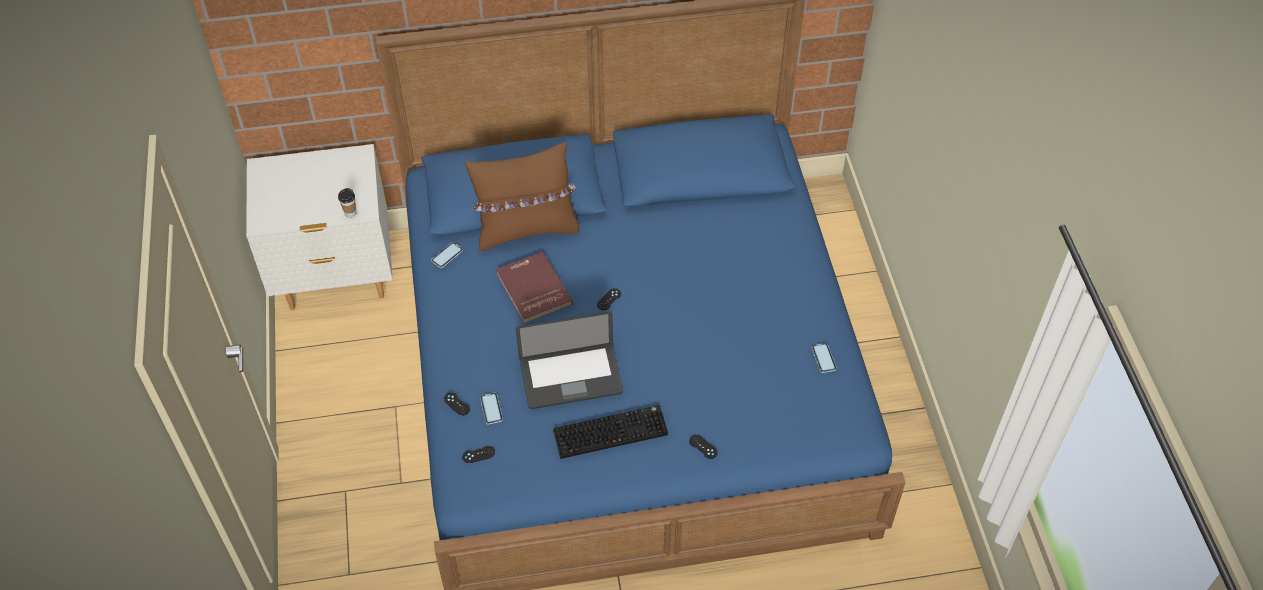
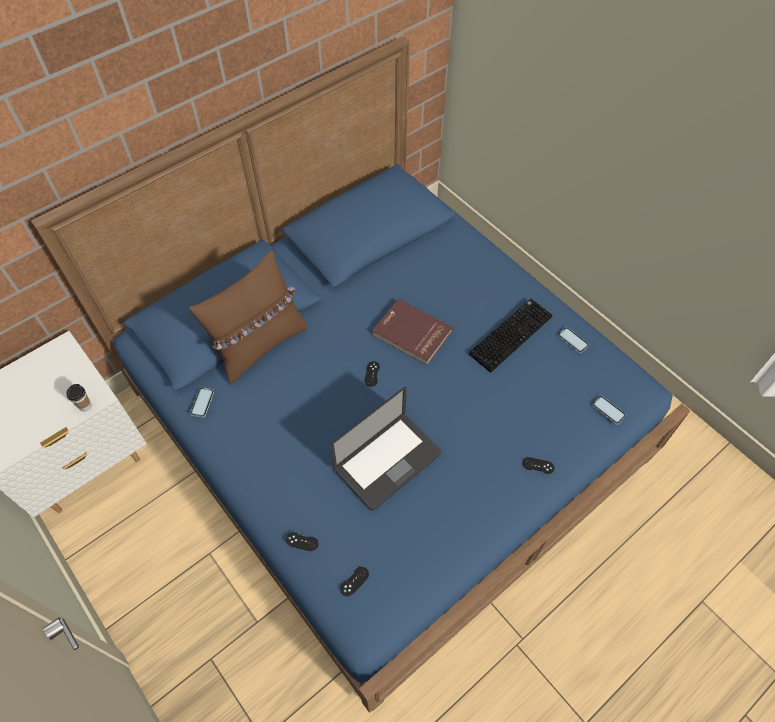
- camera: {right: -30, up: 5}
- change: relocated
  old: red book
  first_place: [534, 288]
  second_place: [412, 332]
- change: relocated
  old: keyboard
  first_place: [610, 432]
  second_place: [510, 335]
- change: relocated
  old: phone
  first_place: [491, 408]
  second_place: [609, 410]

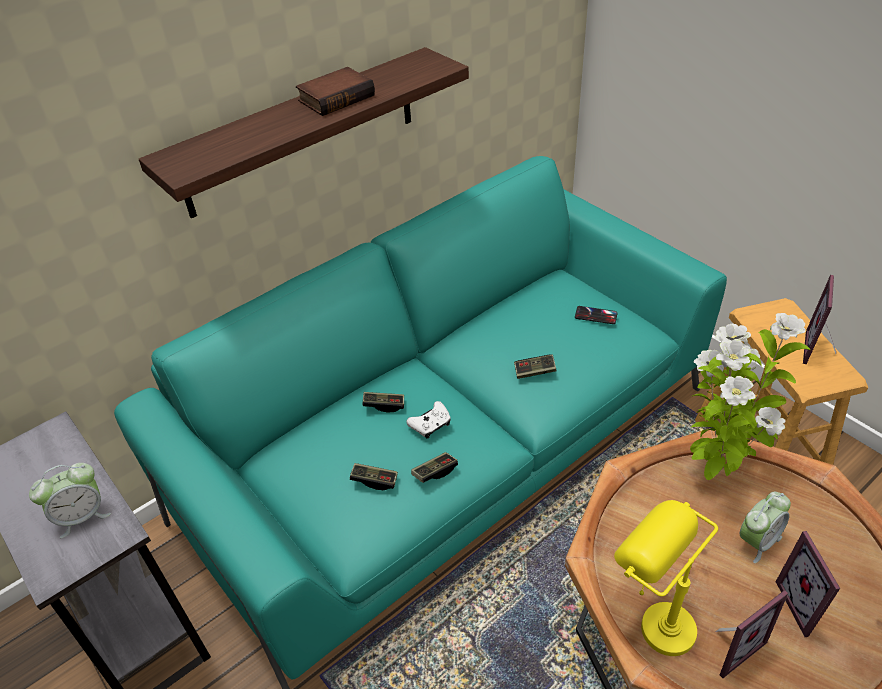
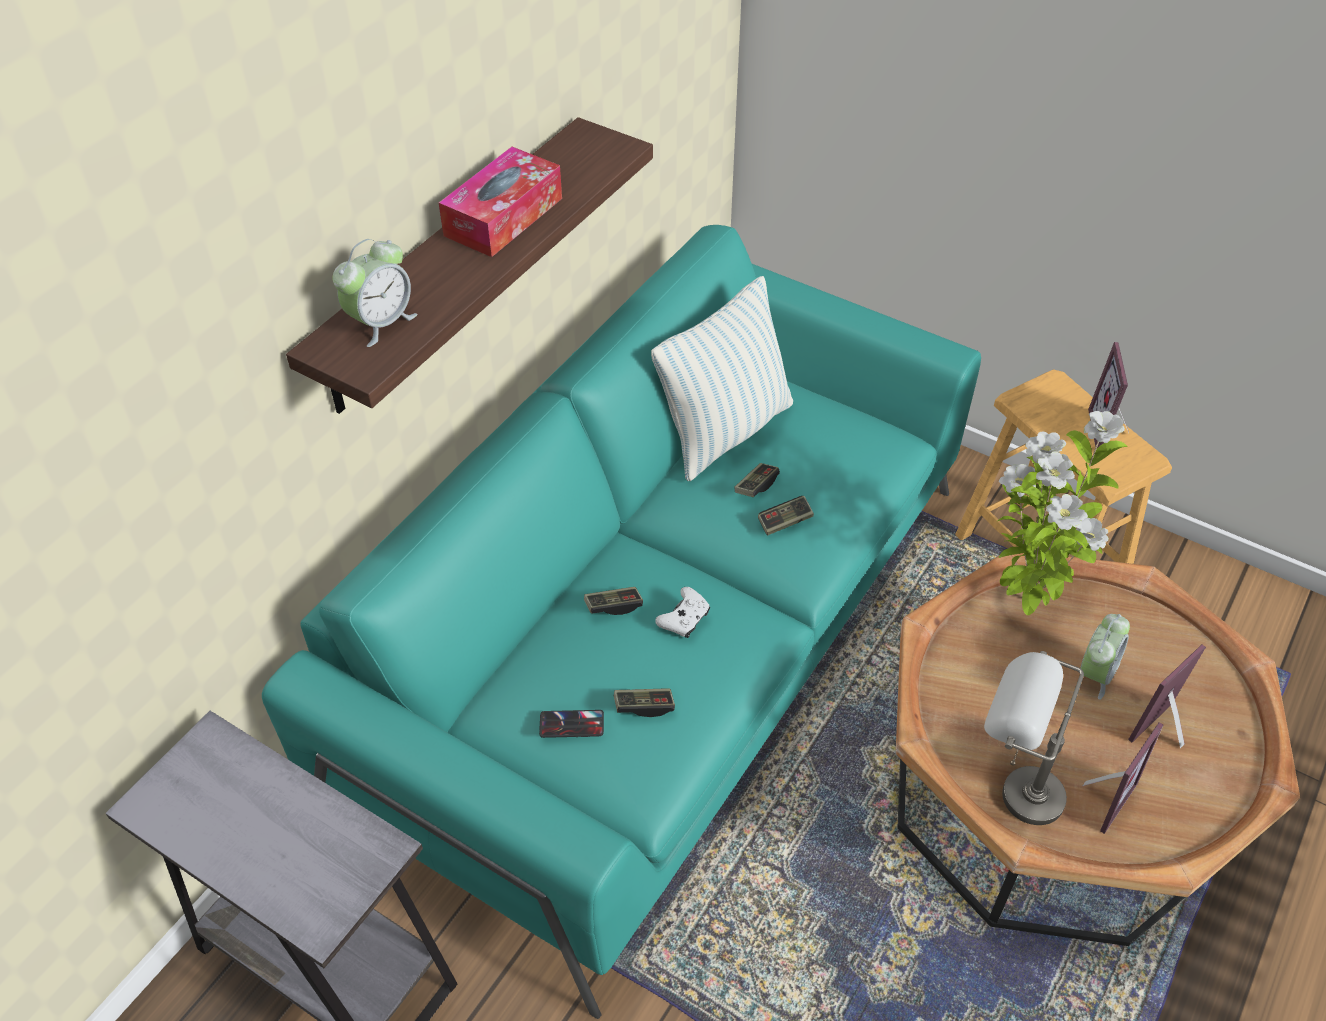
- camera: {right: -20, up: 5}
- change: relocated
  old: alarm clock
  first_place: [70, 500]
  second_place: [375, 293]
- change: exchanged
  old: book
  new: tissue box
  first_place: [335, 91]
  second_place: [500, 202]
- change: relocated
  old: phone
  first_place: [596, 315]
  second_place: [571, 724]
- change: appeared
  new: pillow
  second_place: [722, 378]
- change: relocated
  old: game controller
  first_place: [434, 467]
  second_place: [757, 480]
- change: colour
  old: yellow table lamp
  new: grey table lamp
  first_place: [666, 578]
  second_place: [1034, 738]
- change: spun
  old: picture frame
  first_place: [808, 584]
  second_place: [1167, 696]
  degrees: 75

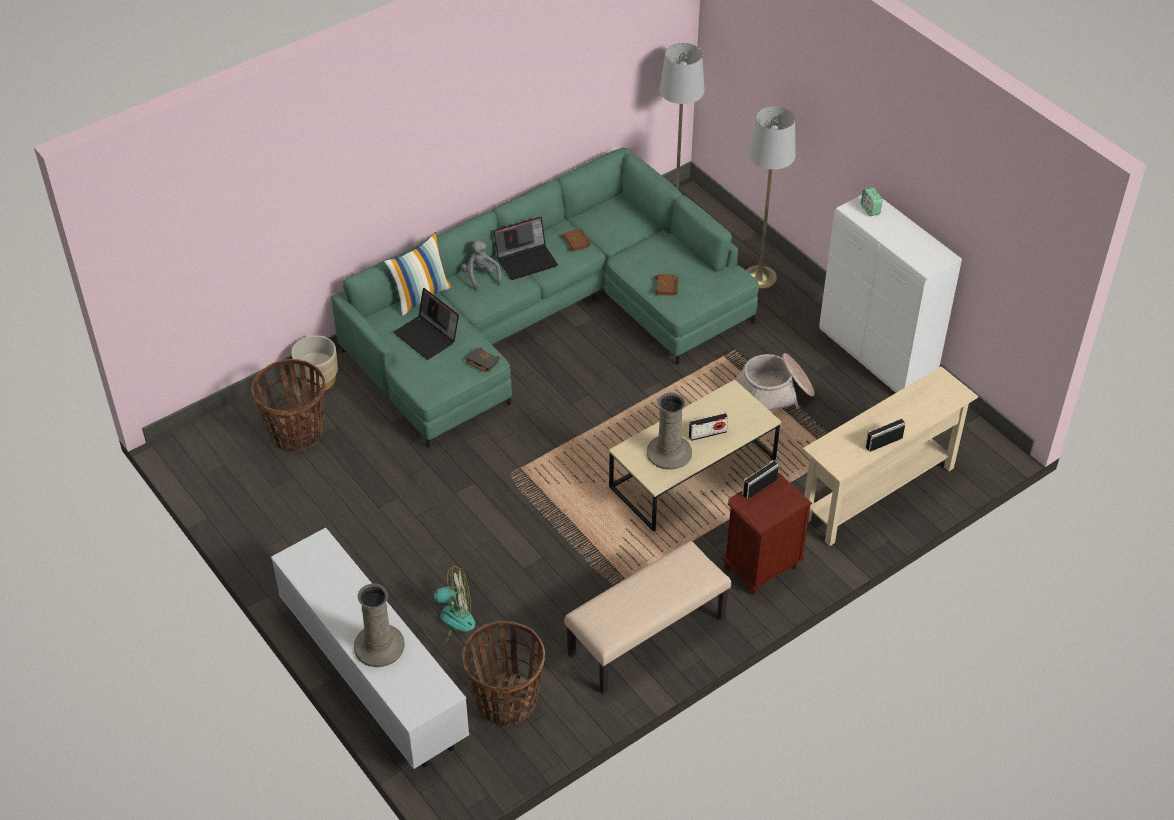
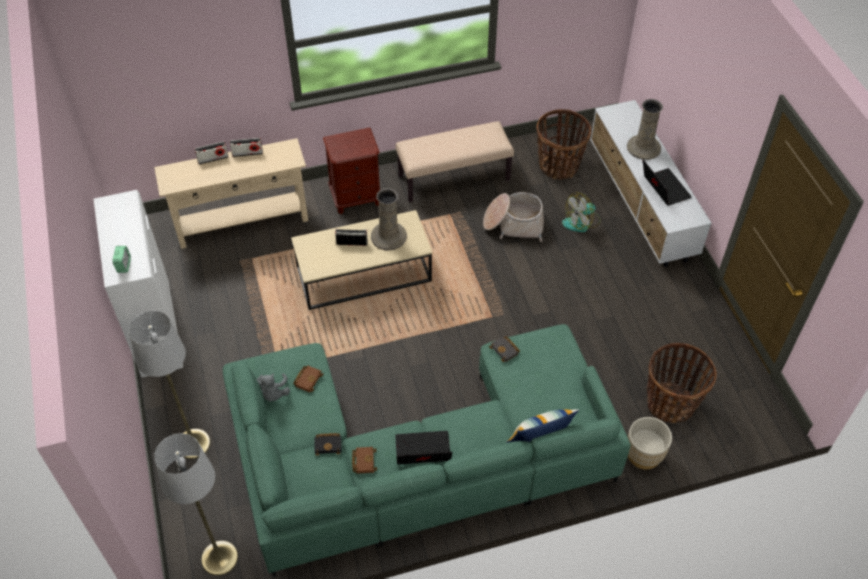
- camera: {right: -160, up: 5}
- change: relocated
  old: radio
  first_place: [760, 479]
  second_place: [211, 153]
- change: relocated
  old: grey plush toy
  first_place: [481, 265]
  second_place: [273, 387]
- change: appeared
  new: black book
  second_place: [328, 444]
- change: relocated
  old: basket
  first_place: [775, 382]
  second_place: [513, 217]
- change: spun
  old: fan
  first_place: [448, 605]
  second_place: [581, 212]
  degrees: -45
- change: relocated
  old: laptop
  first_place: [426, 324]
  second_place: [667, 182]

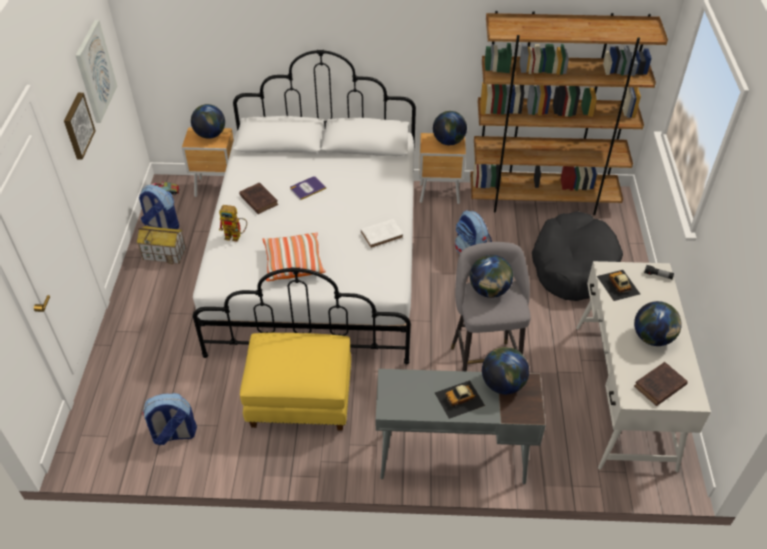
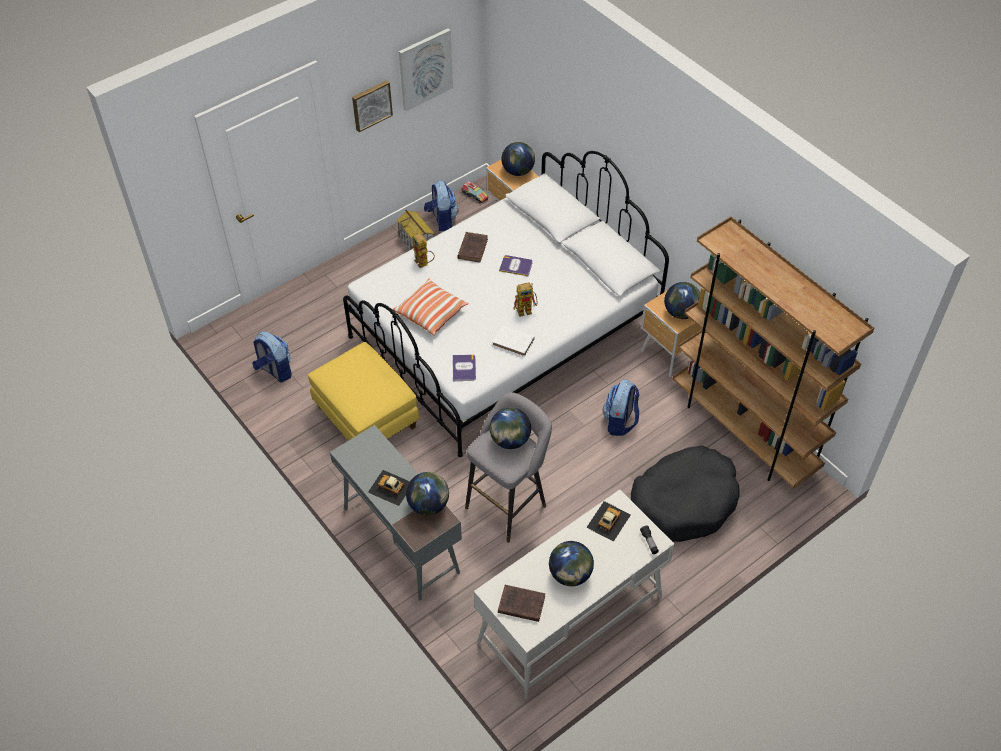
- camera: {right: 50, up: 5}
- change: appeared
  new: book
  second_place: [464, 367]
- change: appeared
  new: toy robot
  second_place: [525, 299]

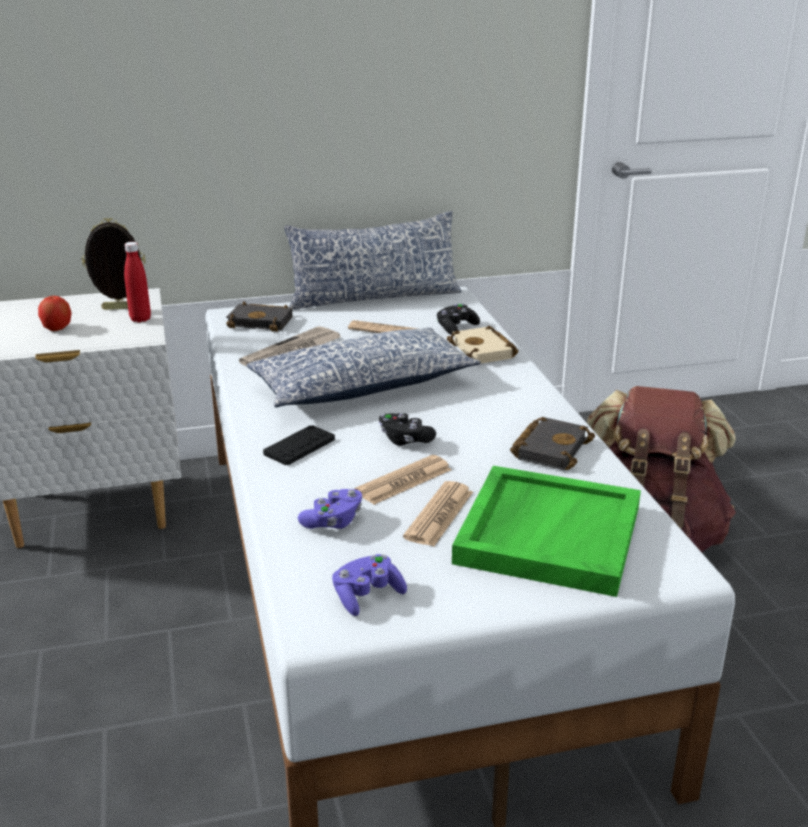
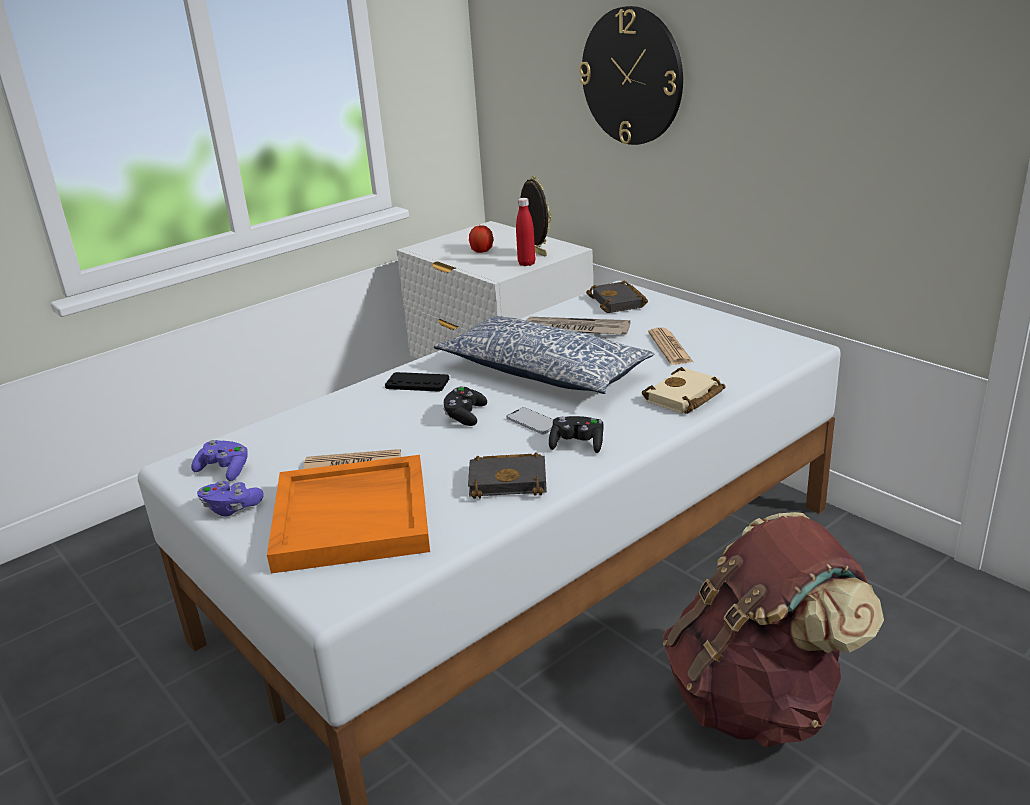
- camera: {right: 65, up: 0}
- change: relocated
  old: purple game controller
  first_place: [330, 509]
  second_place: [230, 498]
- change: colour
  old: green tray
  new: orange tray
  first_place: [546, 531]
  second_place: [348, 514]
- change: appeared
  new: phone
  second_place: [530, 421]
- change: relocated
  old: black game controller
  first_place: [458, 319]
  second_place: [576, 434]
- change: appeared
  new: wall clock
  second_place: [631, 75]
- change: missing
  old: pillow
  first_place: [373, 260]
- change: missing
  old: newspaper
  first_place: [403, 480]

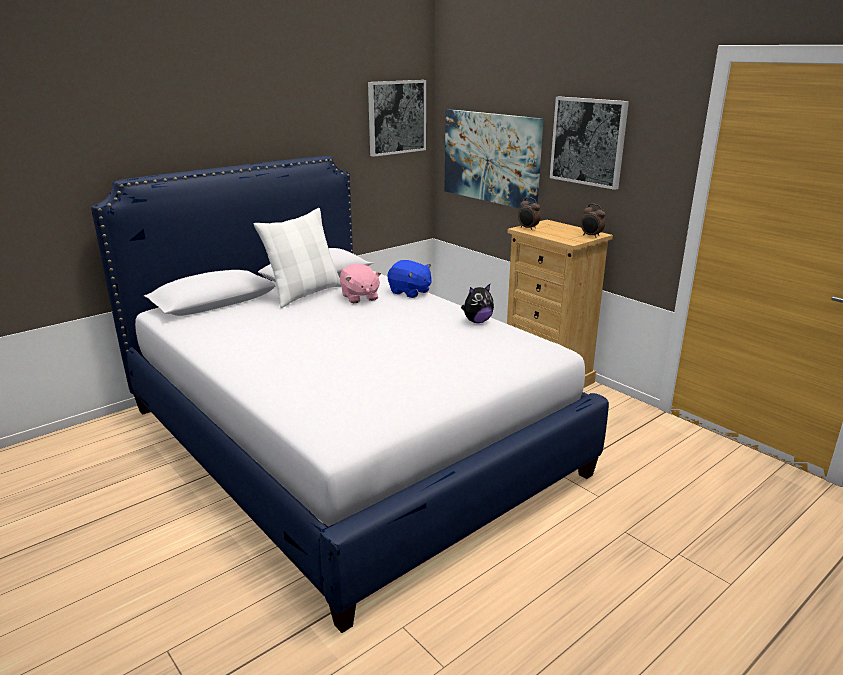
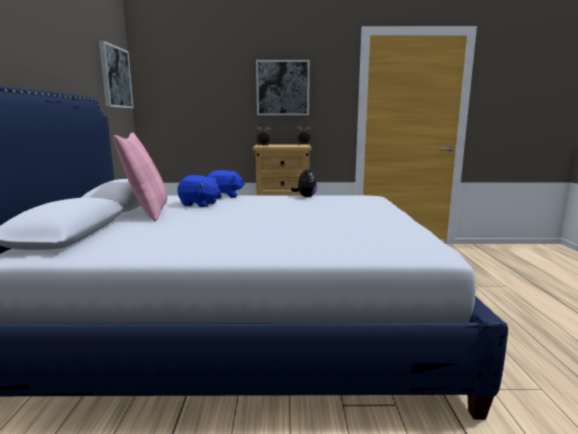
- camera: {right: -50, up: -10}
- change: colour
  old: white pillow
  new: pink pillow
  first_place: [297, 258]
  second_place: [140, 176]
- change: colour
  old: pink plush toy
  new: blue plush toy
  first_place: [360, 283]
  second_place: [198, 191]
- change: missing
  old: picture
  first_place: [494, 159]

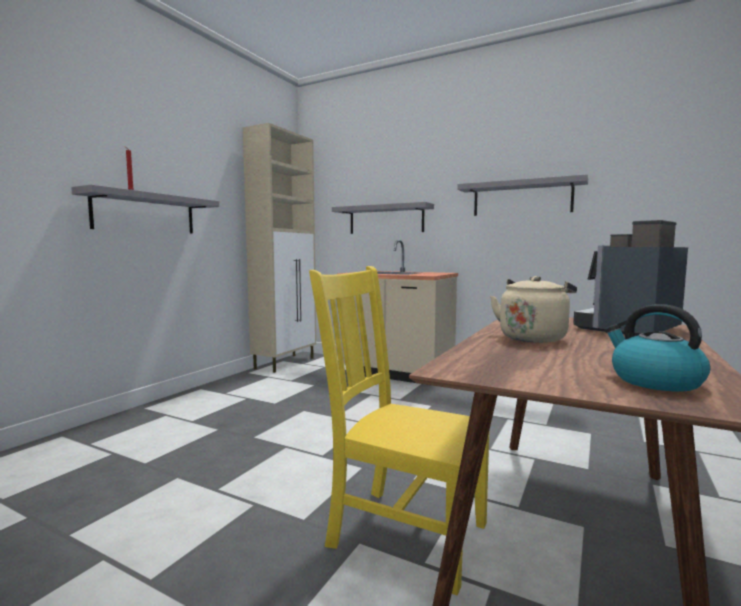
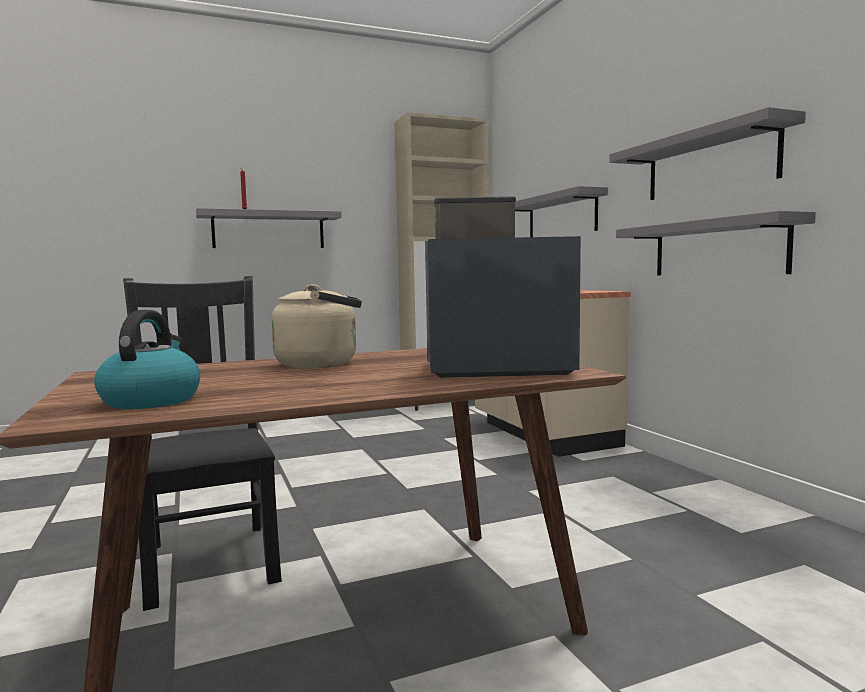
- camera: {right: 40, up: 0}
- change: colour
  old: yellow chair
  new: black chair
  first_place: [399, 431]
  second_place: [202, 443]
- change: appeared
  new: grey shelf
  second_place: [716, 243]

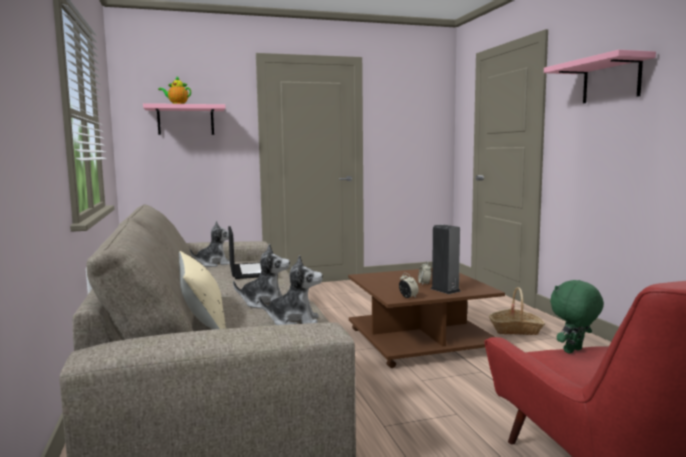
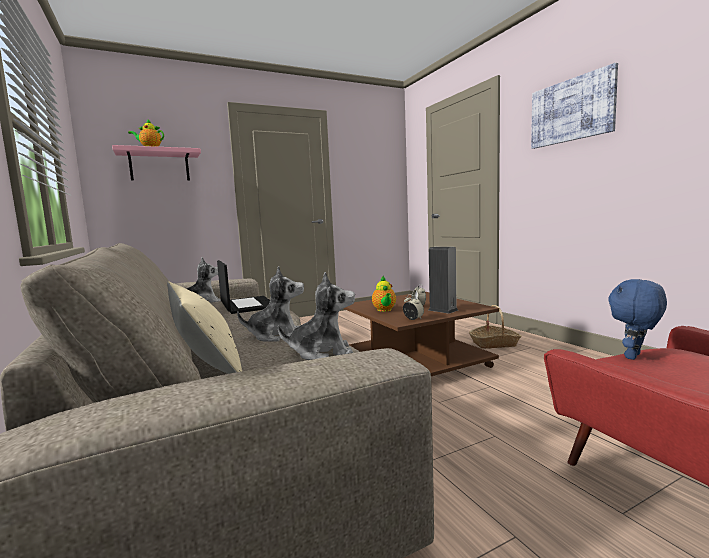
- camera: {right: -10, up: 0}
- change: appeared
  new: teapot
  second_place: [384, 294]
- change: exchanged
  old: pink shelf
  new: picture
  first_place: [600, 76]
  second_place: [574, 106]
- change: colour
  old: green plush toy
  new: blue plush toy
  first_place: [577, 317]
  second_place: [637, 319]

